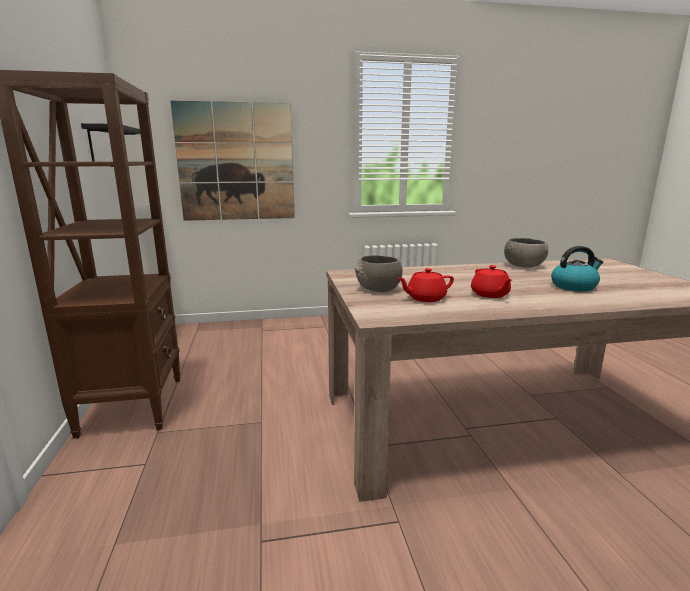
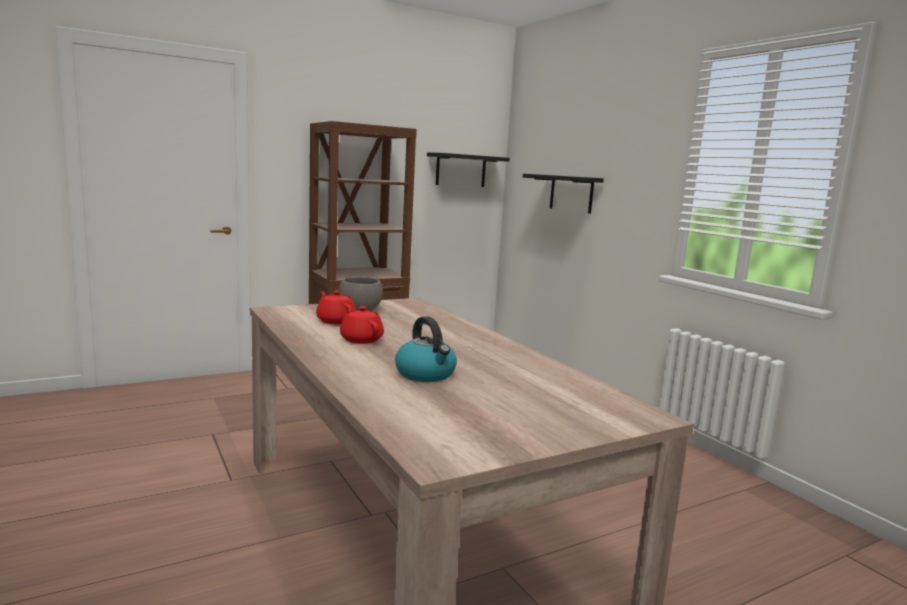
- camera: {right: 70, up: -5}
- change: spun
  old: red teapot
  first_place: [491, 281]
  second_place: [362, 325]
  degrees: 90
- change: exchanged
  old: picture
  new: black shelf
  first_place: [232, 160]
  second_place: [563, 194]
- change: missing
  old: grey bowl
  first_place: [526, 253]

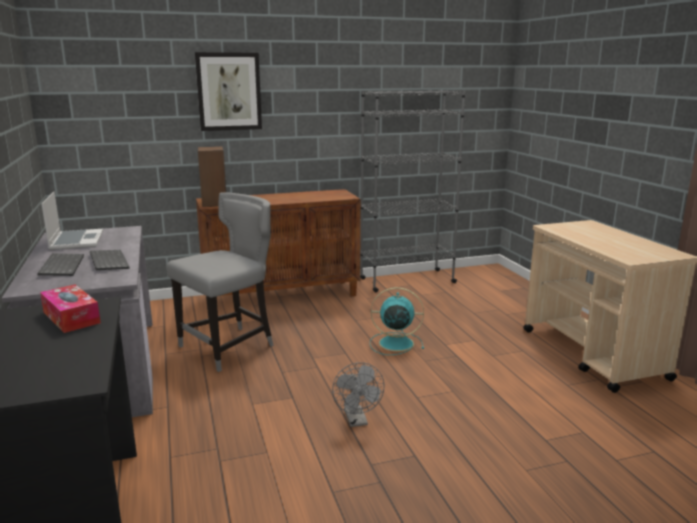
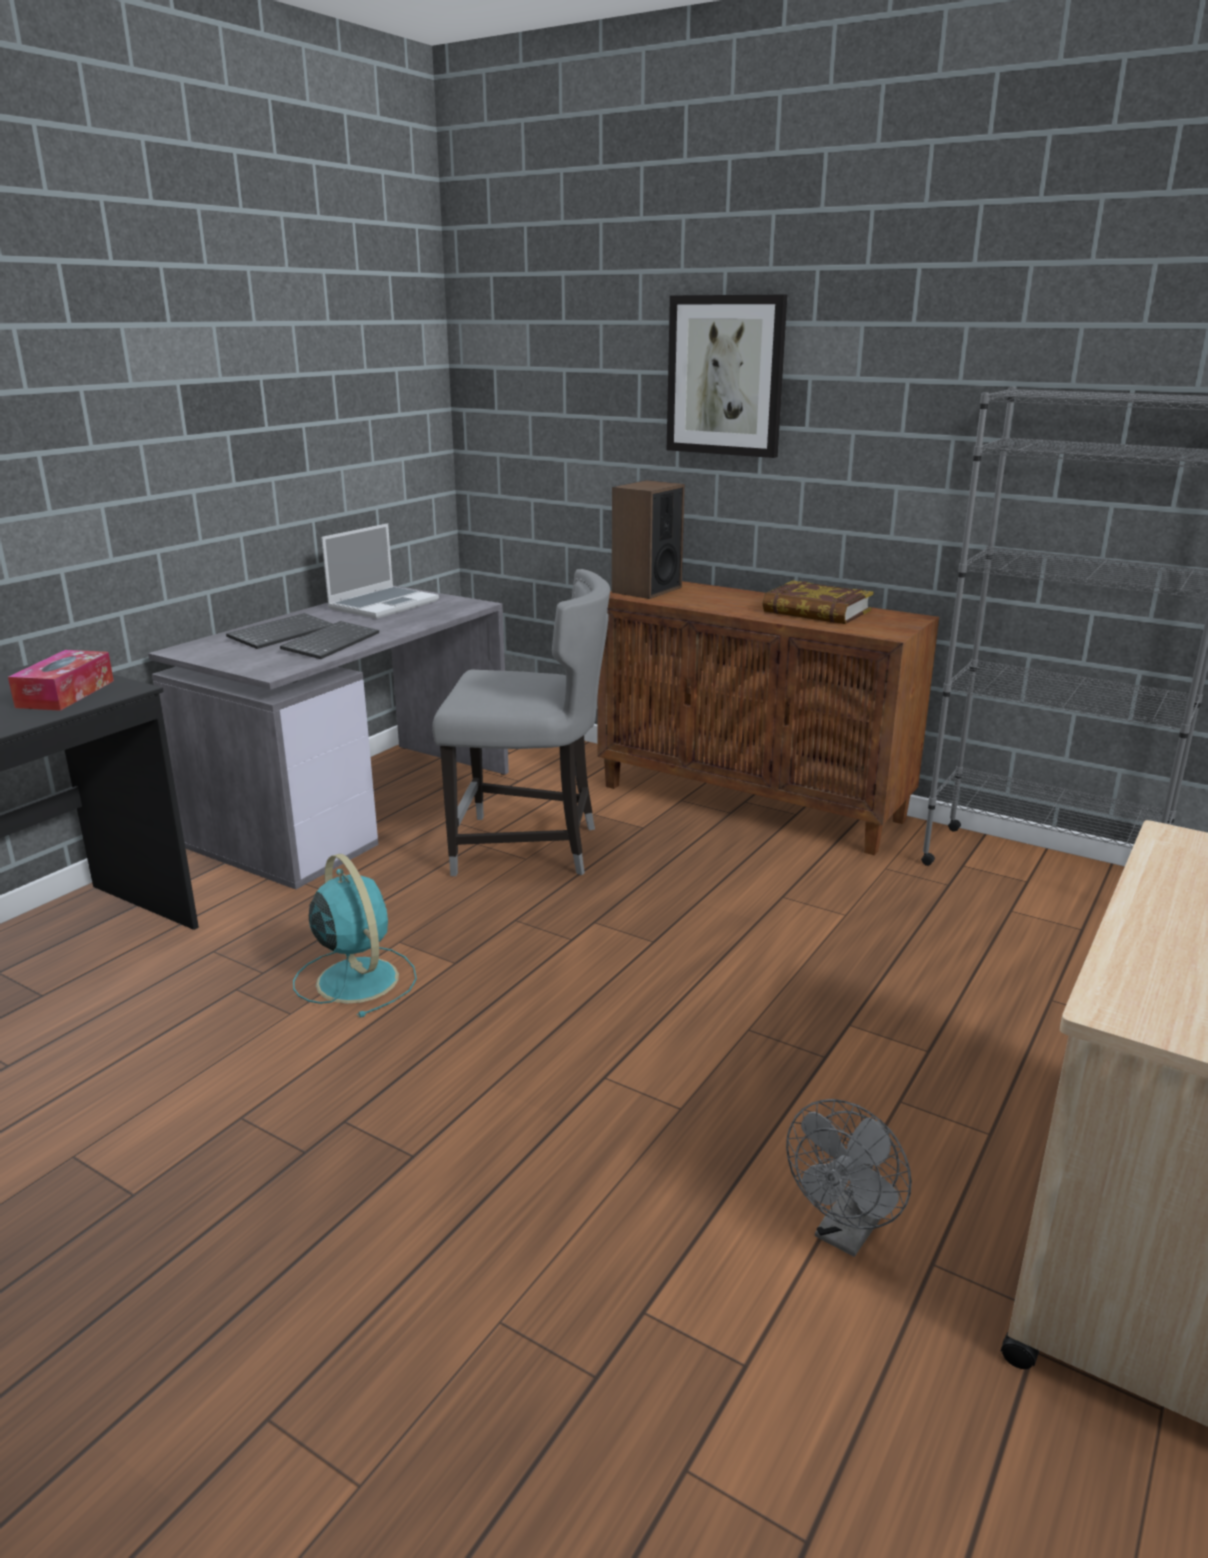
- camera: {right: 50, up: 5}
- change: relocated
  old: turquoise fan
  first_place: [397, 321]
  second_place: [355, 935]
- change: appeared
  new: book
  second_place: [818, 602]
- change: relocated
  old: grey fan
  first_place: [358, 394]
  second_place: [849, 1178]

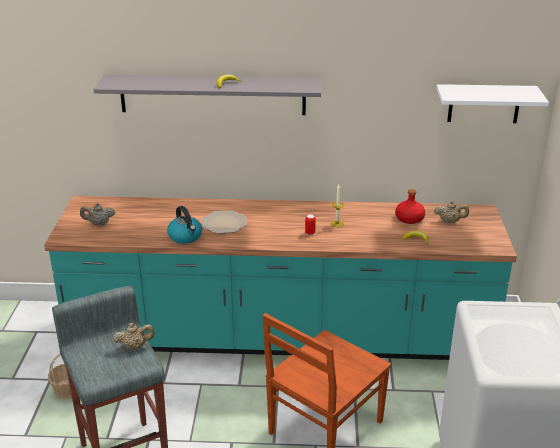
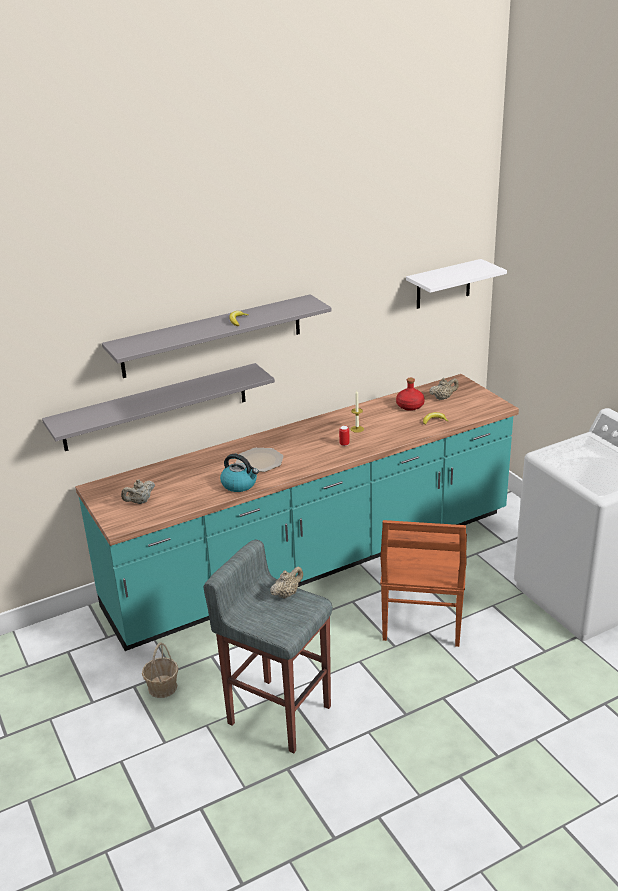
- camera: {right: -30, up: 0}
- change: appeared
  new: grey shelf
  second_place: [158, 407]

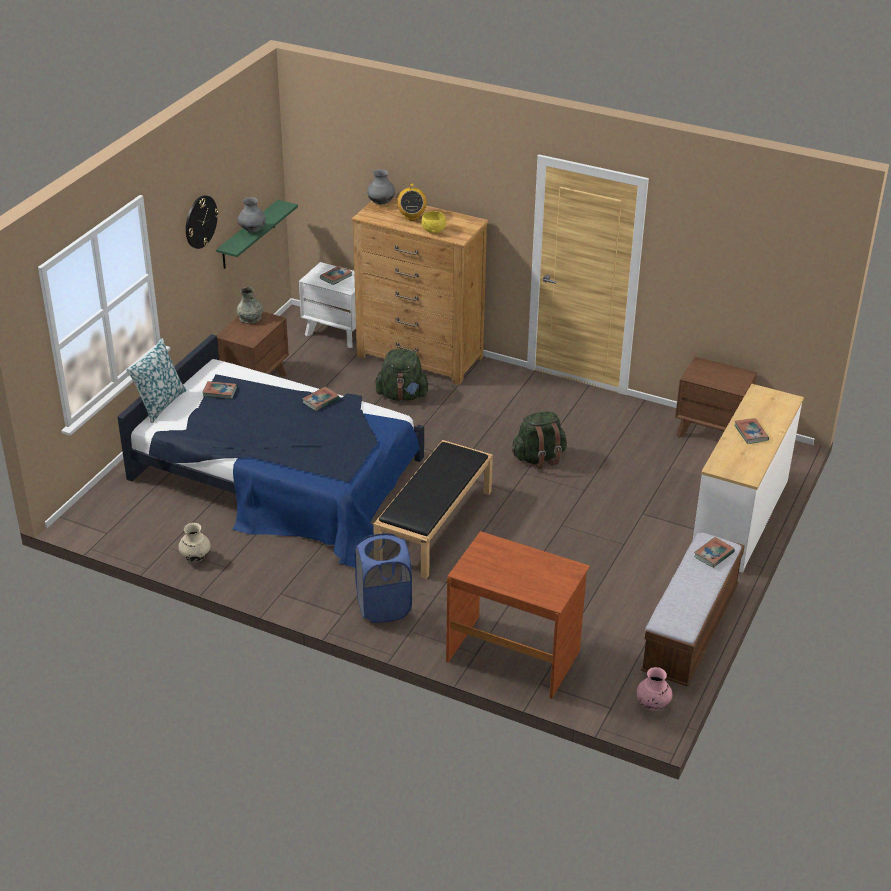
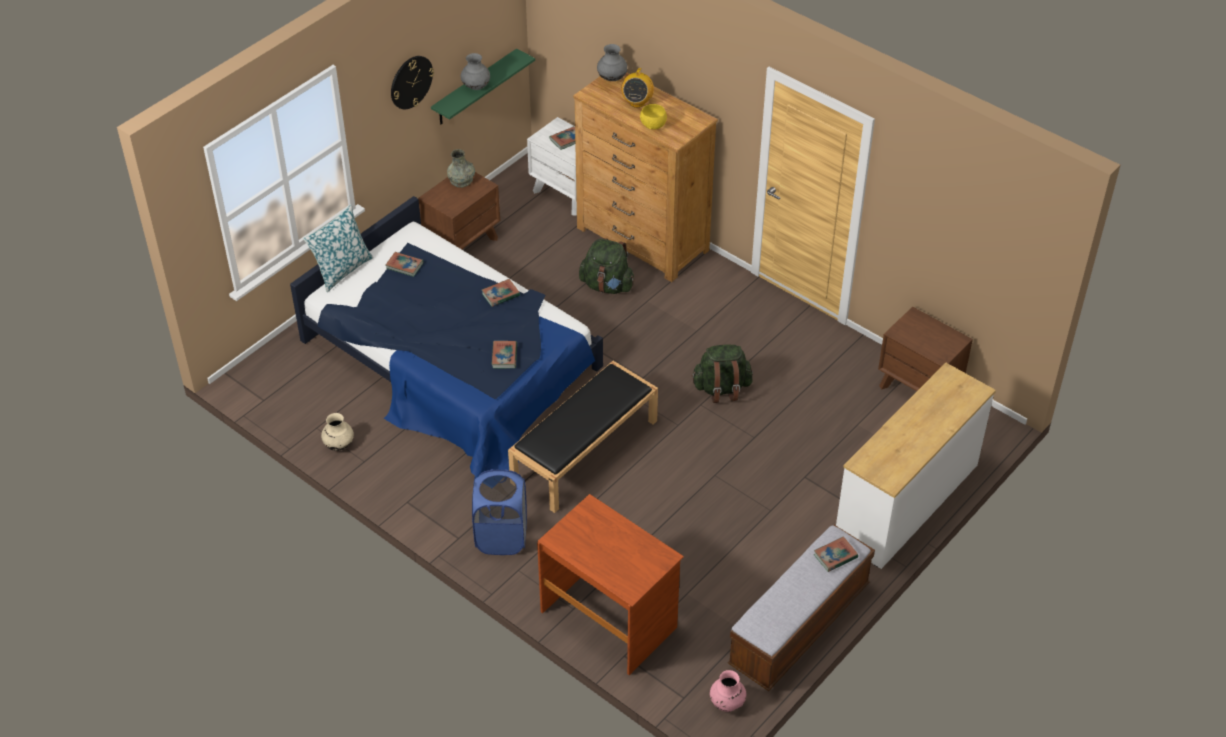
- camera: {right: 15, up: 10}
- change: relocated
  old: book
  first_place: [751, 431]
  second_place: [504, 354]

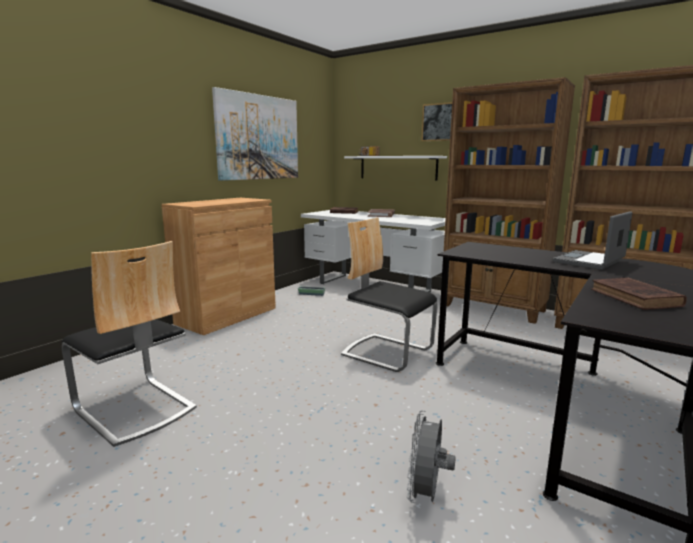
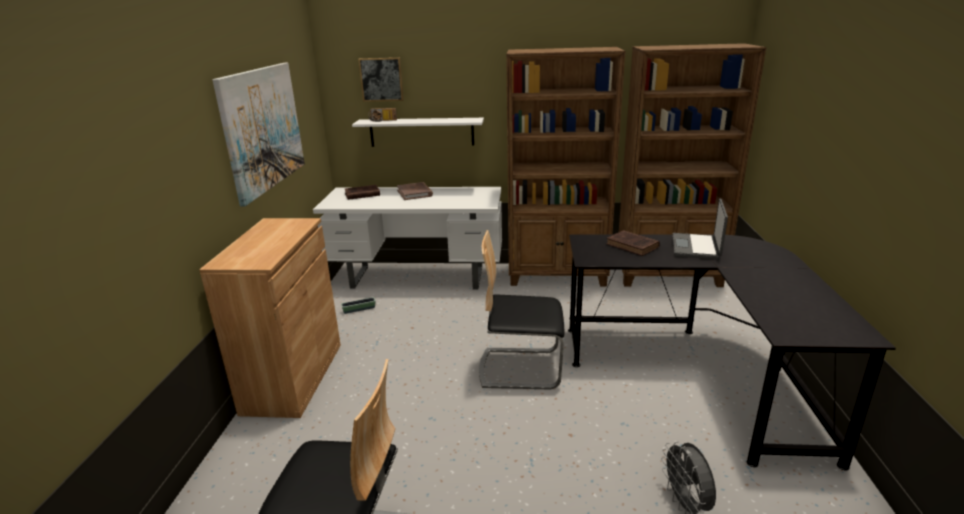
- camera: {right: -30, up: 10}
- change: relocated
  old: picture
  first_place: [436, 121]
  second_place: [381, 79]
- change: relocated
  old: brown book
  first_place: [639, 294]
  second_place: [633, 243]

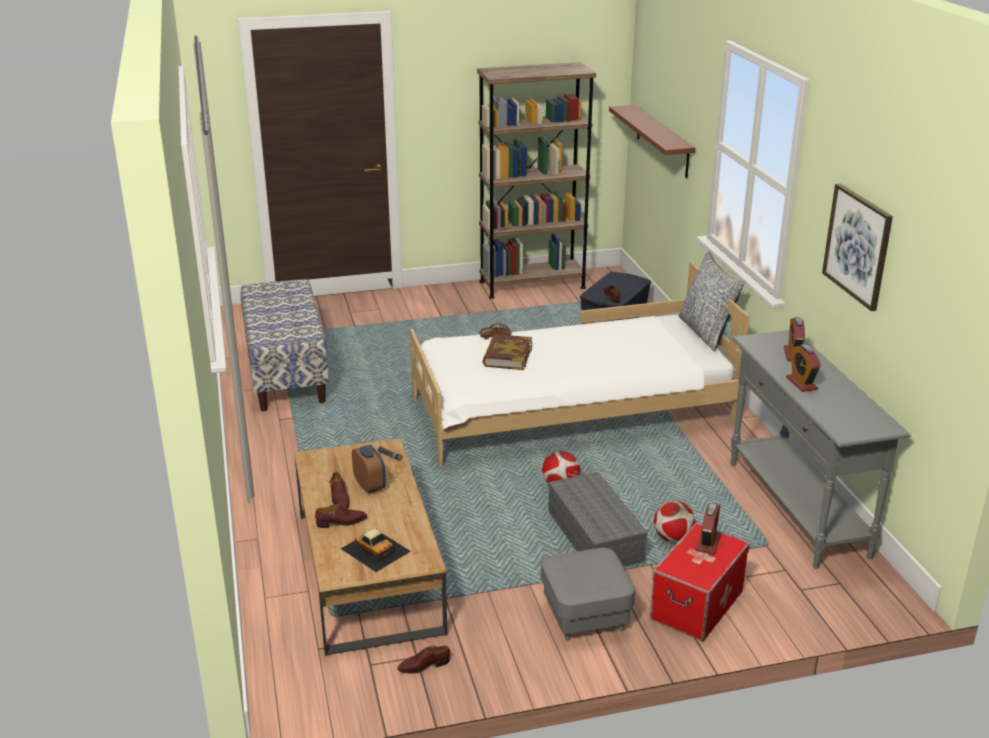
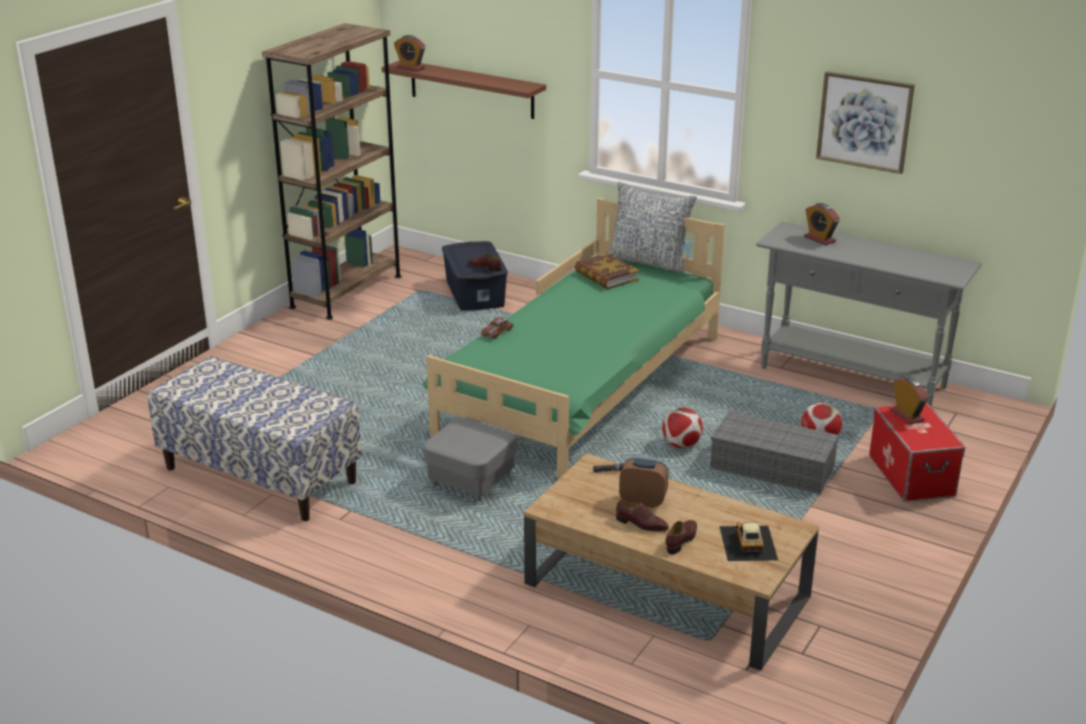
- camera: {right: -45, up: 0}
- change: relocated
  old: alarm clock
  first_place: [803, 368]
  second_place: [409, 53]
- change: colour
  old: white bed
  new: green bed
  first_place: [580, 364]
  second_place: [573, 338]
- change: relocated
  old: grey ottoman
  first_place: [588, 594]
  second_place: [470, 459]
- change: relocated
  old: book
  first_place: [507, 352]
  second_place: [607, 271]
- change: spun
  old: toy car
  first_place: [376, 550]
  second_place: [748, 541]
  degrees: -90
- change: missing
  old: brown shoe
  first_place: [423, 660]

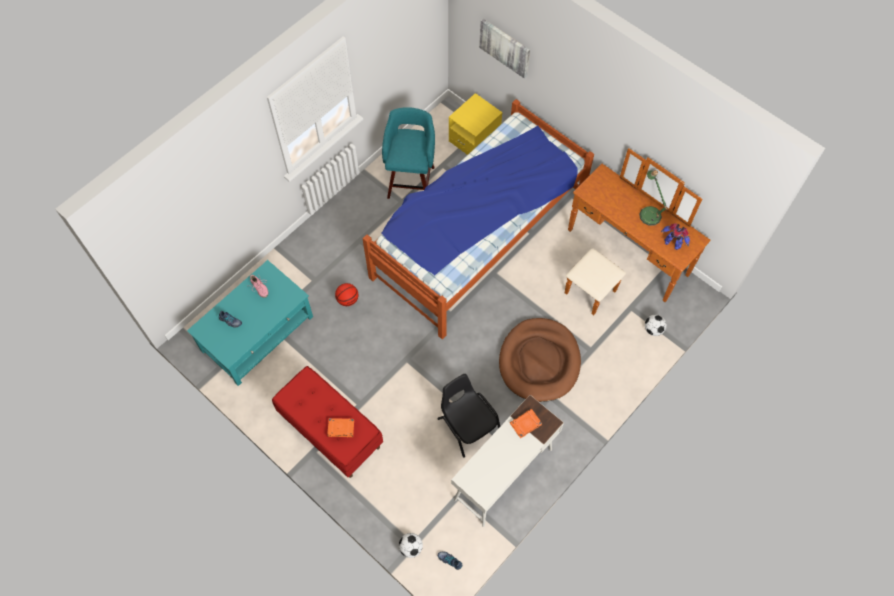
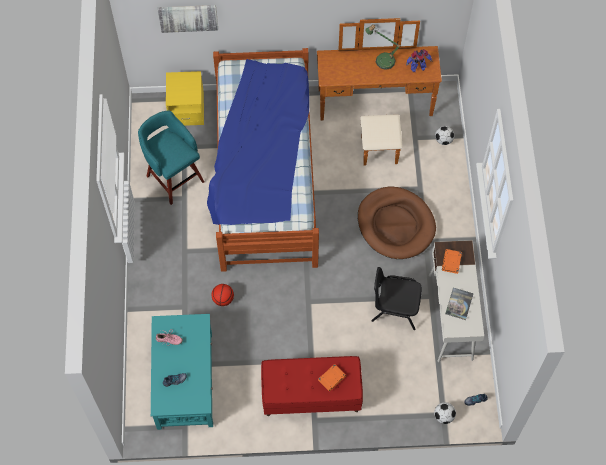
- camera: {right: -45, up: 0}
- change: appeared
  new: book
  second_place: [459, 304]

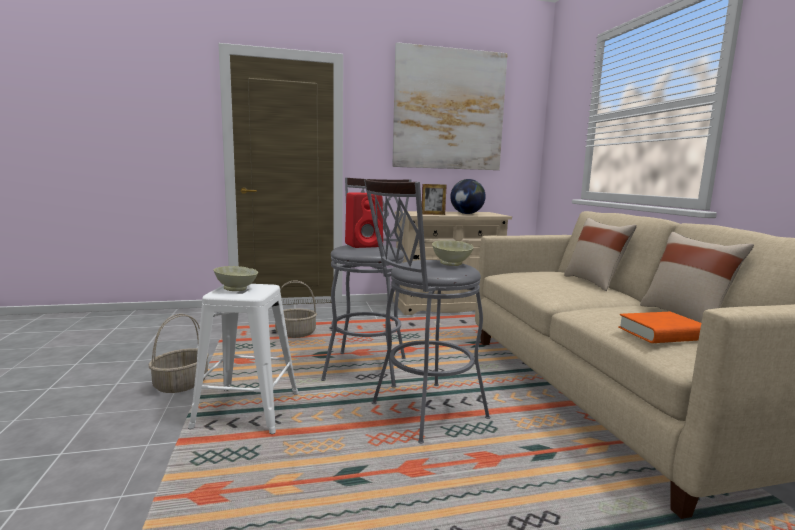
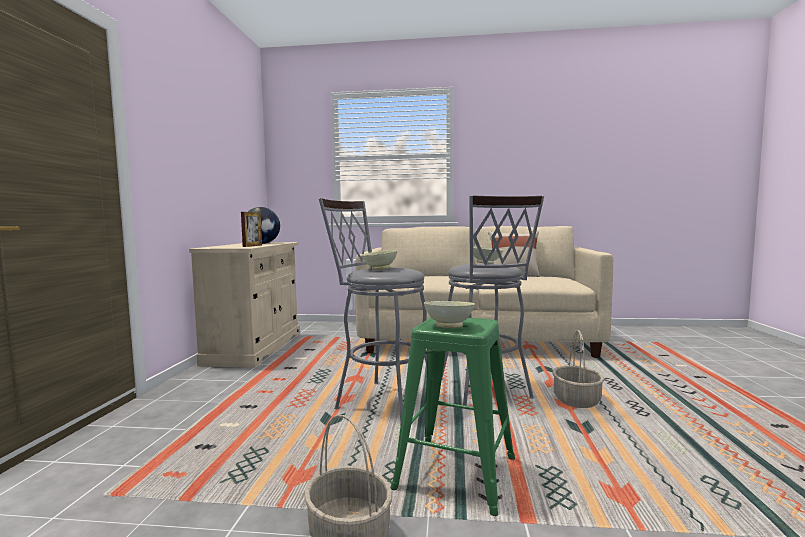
- camera: {right: -70, up: -5}
- change: exchanged
  old: red speaker
  new: beige bowl
  first_place: [364, 220]
  second_place: [379, 260]
- change: colour
  old: white stool
  new: green stool
  first_place: [243, 359]
  second_place: [453, 417]
- change: relocated
  old: basket
  first_place: [296, 309]
  second_place: [578, 369]
- change: missing
  old: picture
  first_place: [450, 106]
- change: missing
  old: beige pillow
  first_place: [600, 254]
- change: missing
  old: orange book
  first_place: [659, 327]

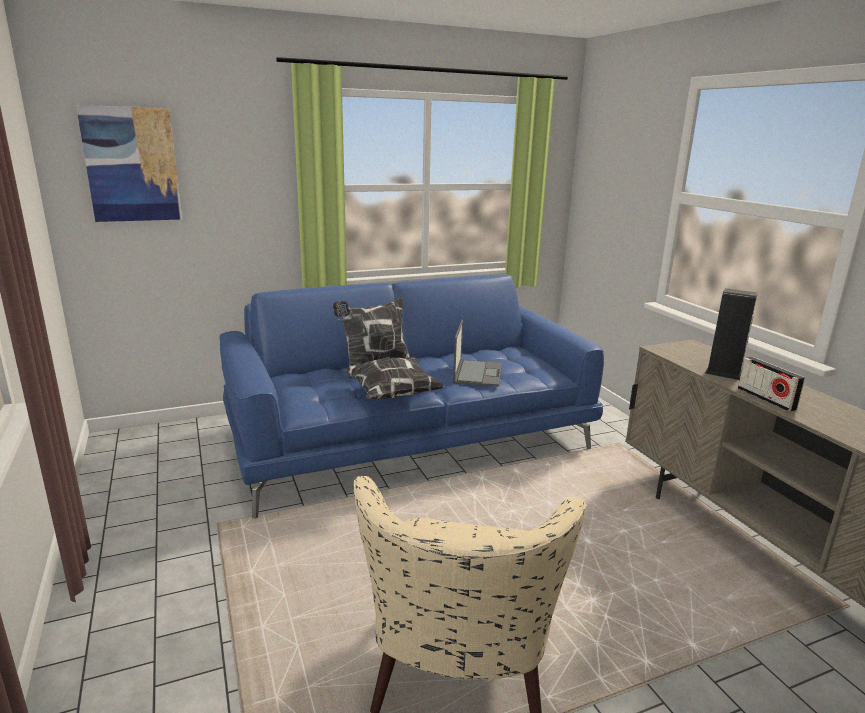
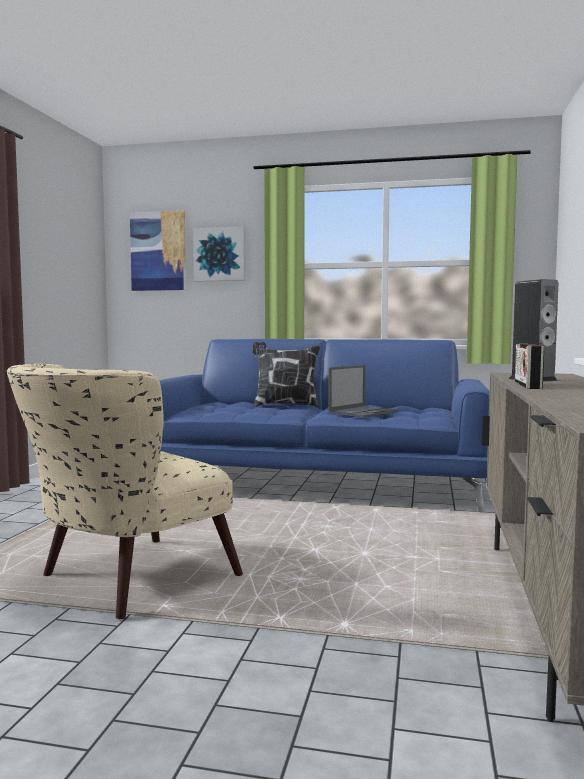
- camera: {right: 35, up: -15}
- change: appeared
  new: picture
  second_place: [219, 254]
- change: missing
  old: pillow
  first_place: [394, 377]

